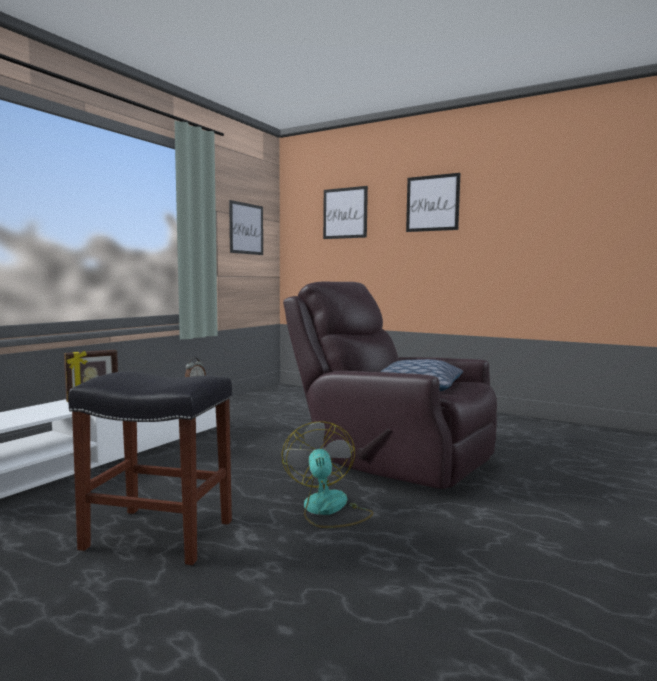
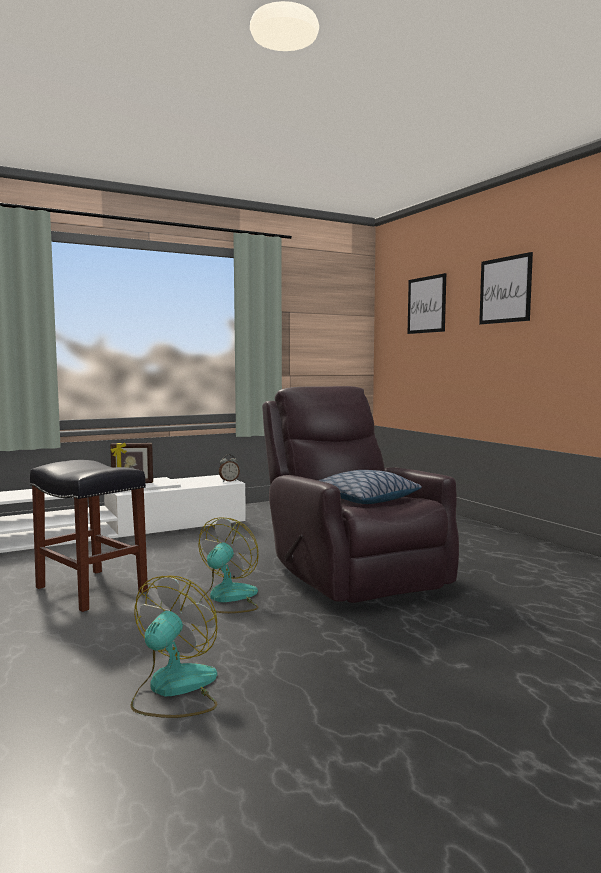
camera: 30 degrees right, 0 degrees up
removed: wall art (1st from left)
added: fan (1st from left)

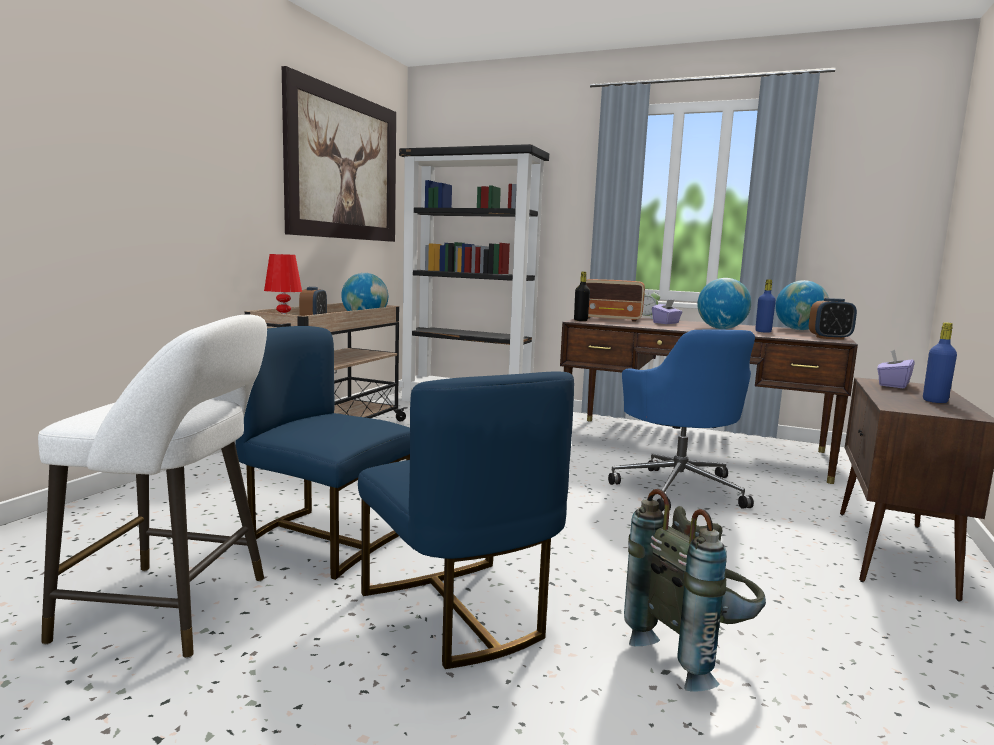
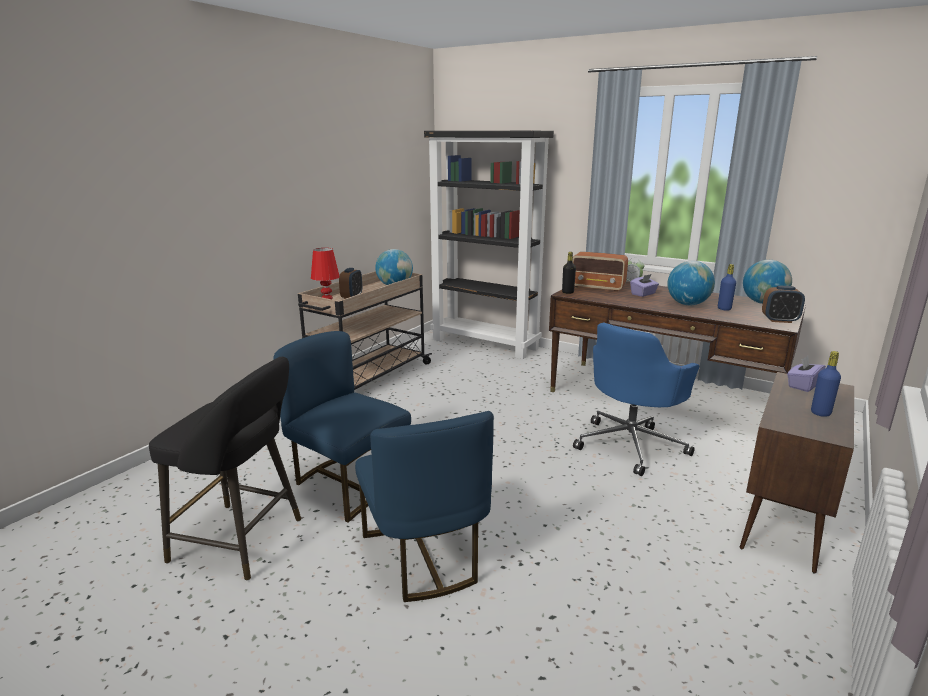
camera: 10 degrees right, 10 degrees up
removed: wall art; grey rucksack
recoloured: white-coloured stool to black stool
turned: blue office chair 45 degrees clockwise

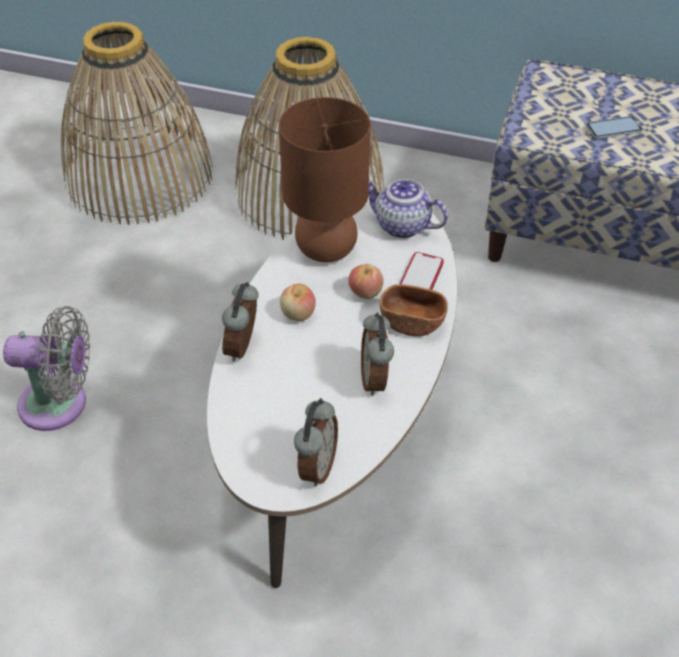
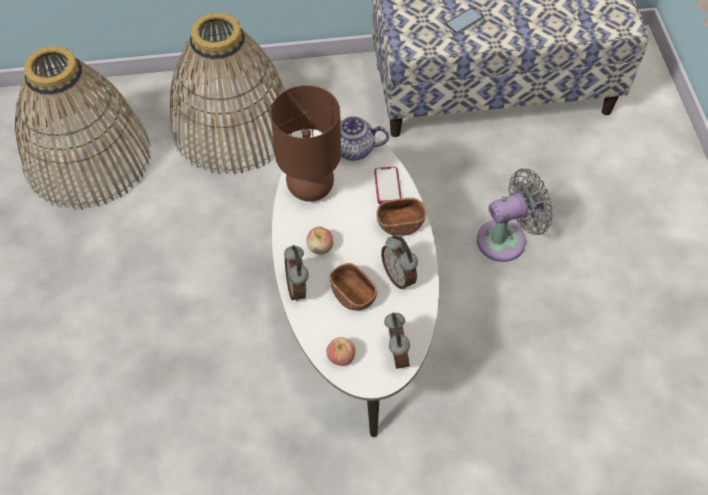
camera: 25 degrees left, 10 degrees up
added: brown-coloured deep dish (1st from left)
moved: grey fan; apple (2nd from left)

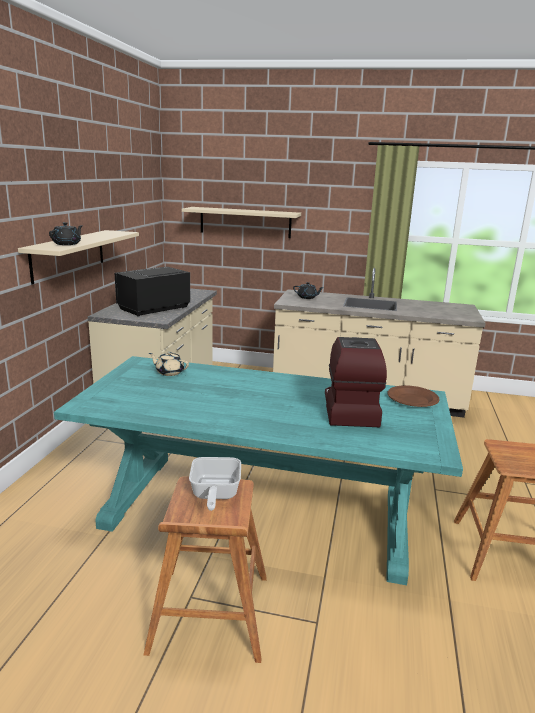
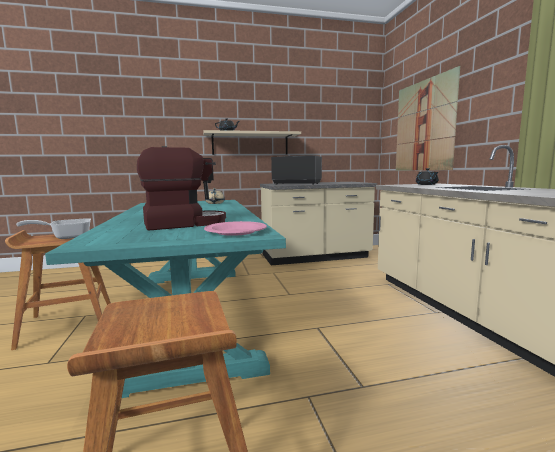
camera: 65 degrees right, 10 degrees down
replaced: sand-coloured wall shelf (2nd from left) to wall art
recoloured: brown-coloured plate to pinkish plate

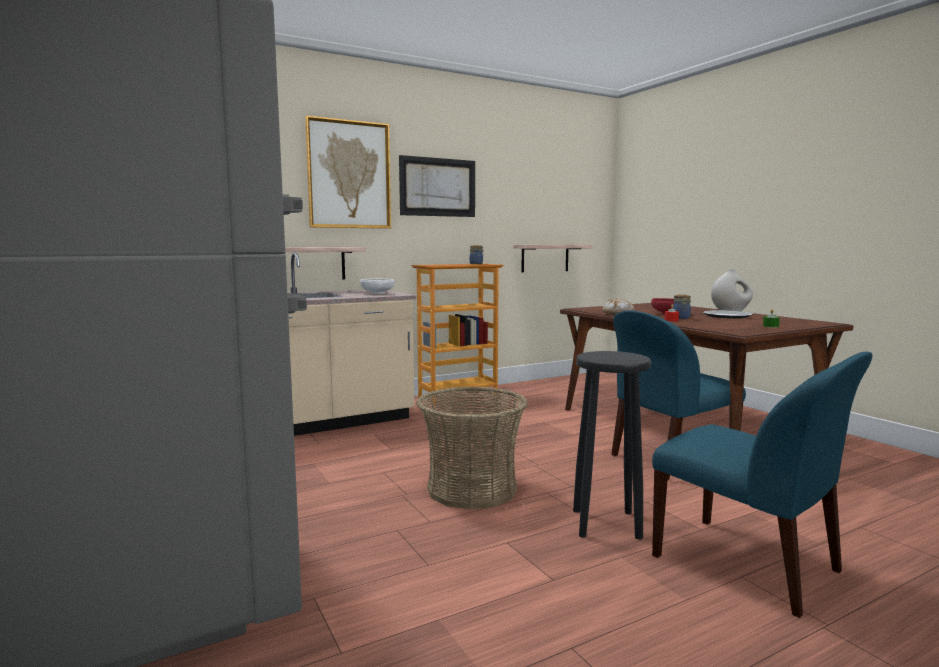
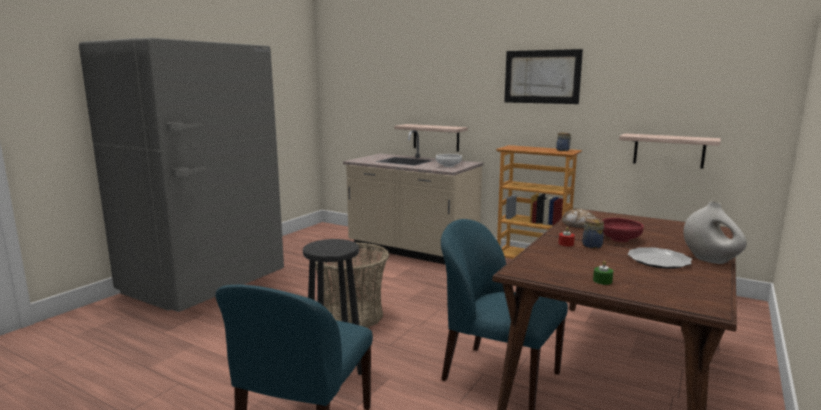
camera: 60 degrees right, 5 degrees up
removed: wall art (1st from left)

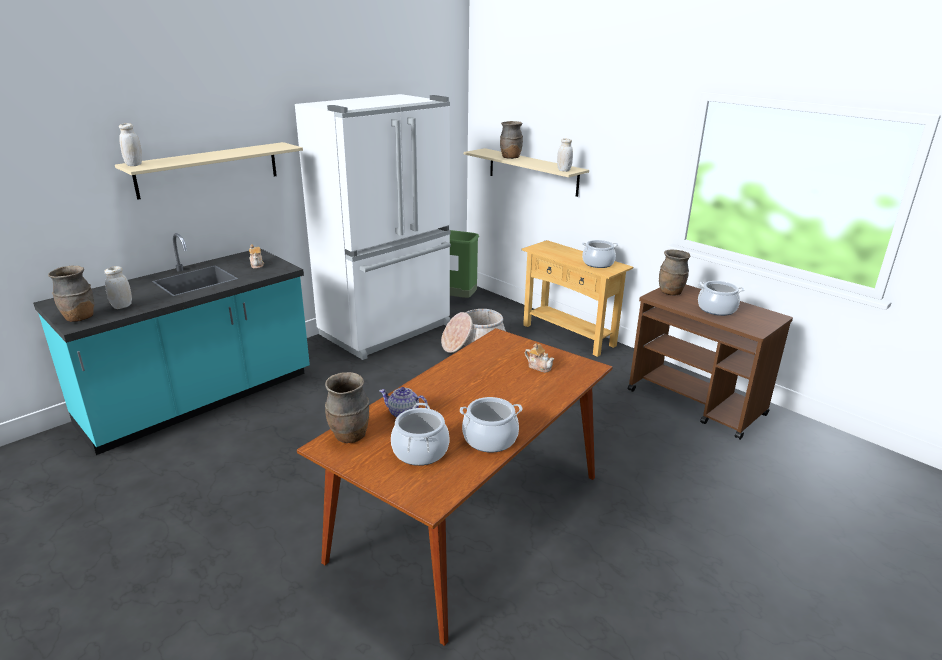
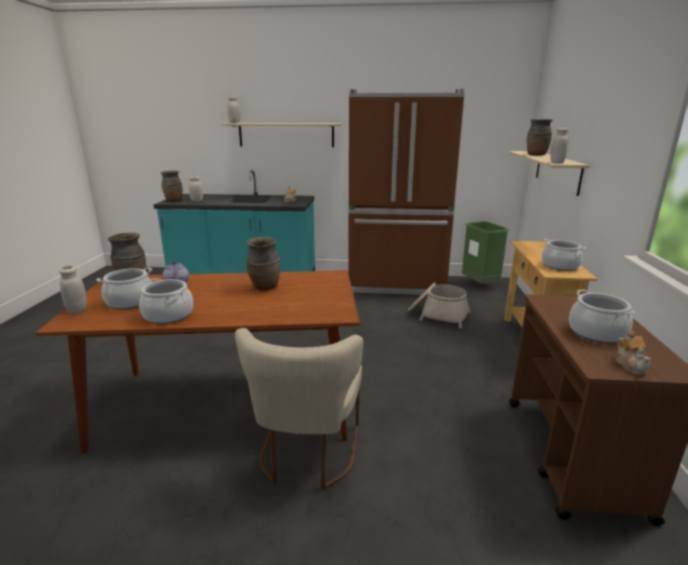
camera: 50 degrees right, 5 degrees down
added: white-coloured preserve jar (1st from left); sand-coloured upright chair
moved: tea pot (3rd from left); brown-coloured decorative vase (4th from left in the first image) to brown-coloured decorative vase (3rd from left)
recoloured: white-coloured kitchen fridge to brown-coloured kitchen fridge

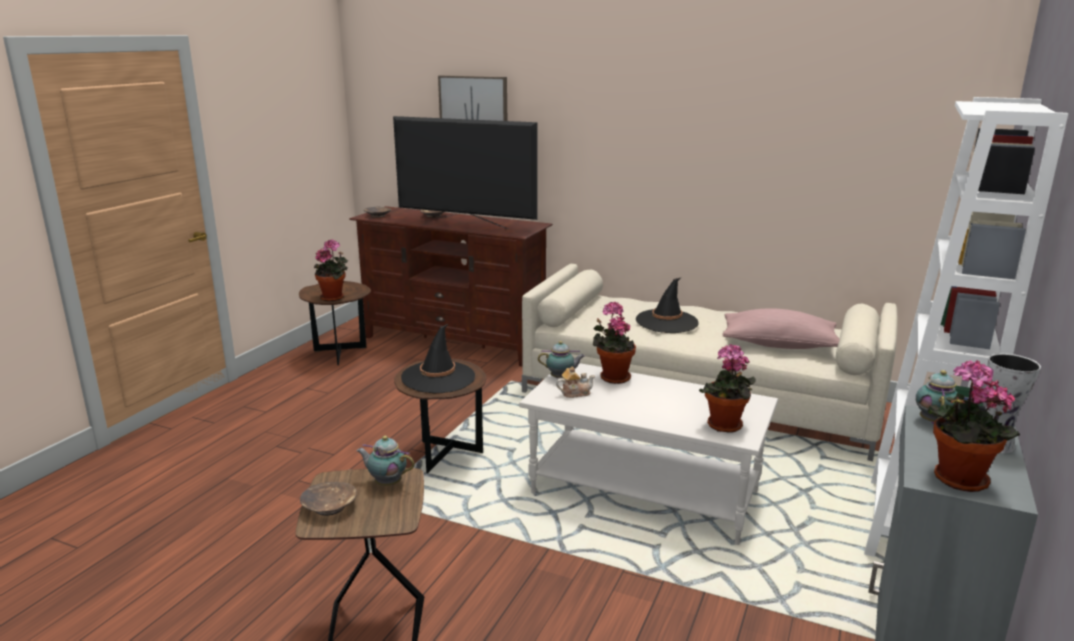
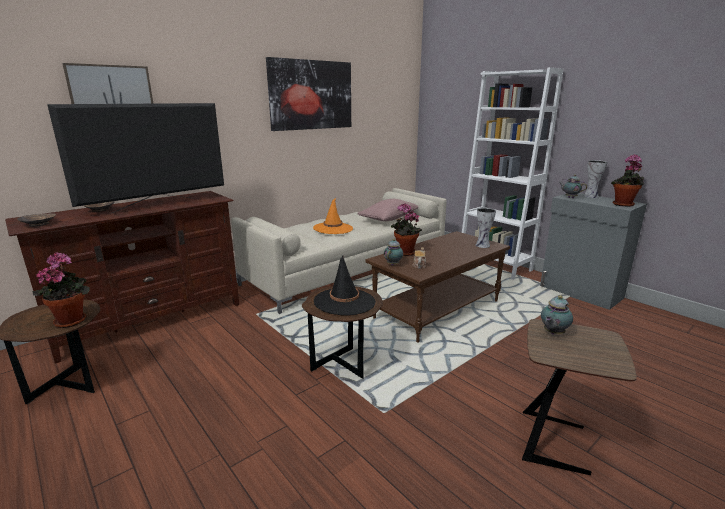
camera: 65 degrees left, 0 degrees up
removed: brown-coloured deep dish (1st from left)
added: wall art (2nd from left)
replaced: houseplant (3rd from left) to decorative vase (1st from left)
recoloured: white-coloured lounge table to brown-coloured lounge table; black clothing hat (2nd from left) to orangey clothing hat

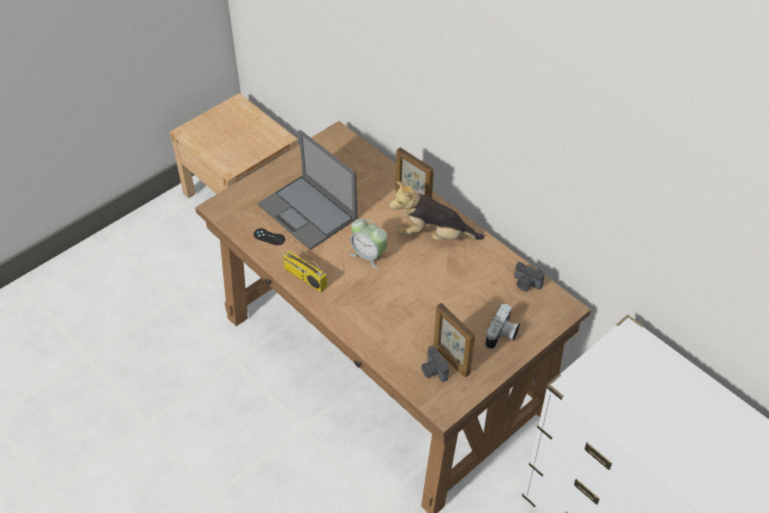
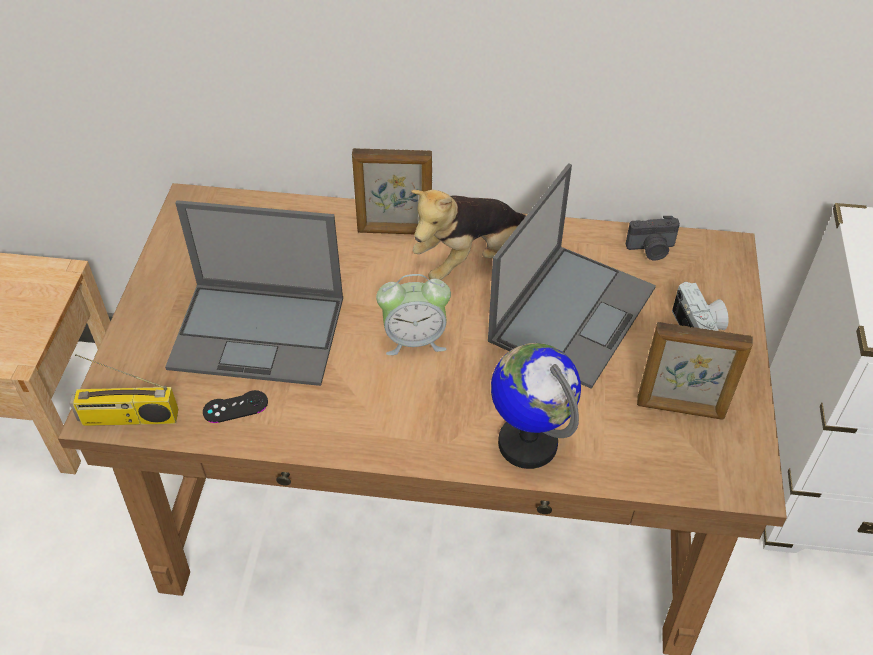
camera: 40 degrees left, 0 degrees up
removed: photo camera (1st from left)
added: laptop (2nd from left); desk globe
moved: radio receiver

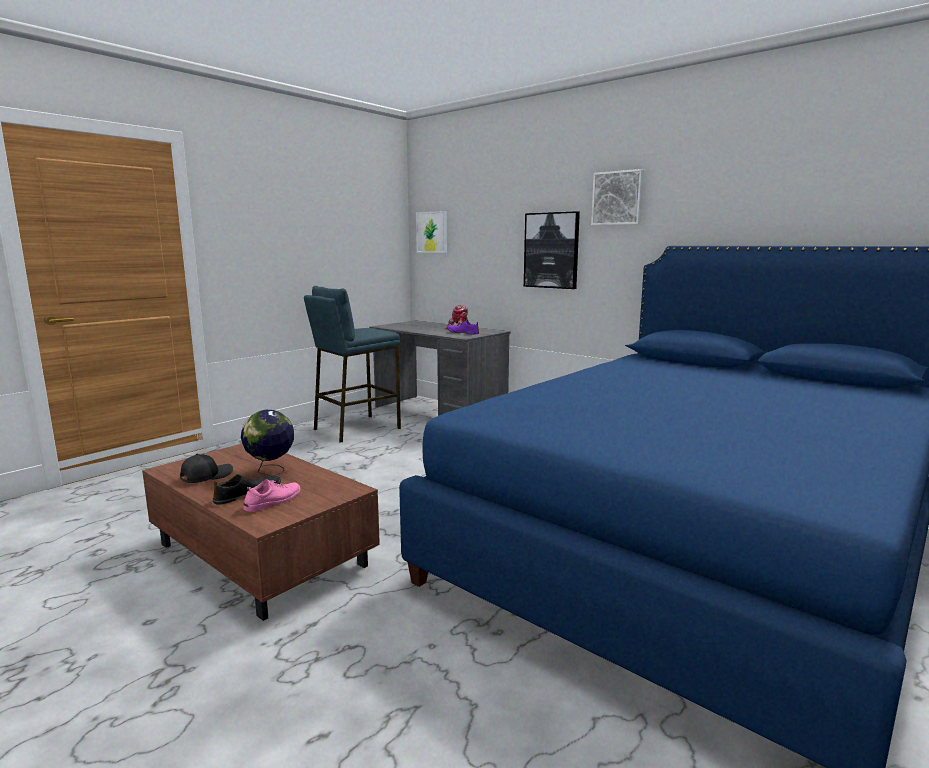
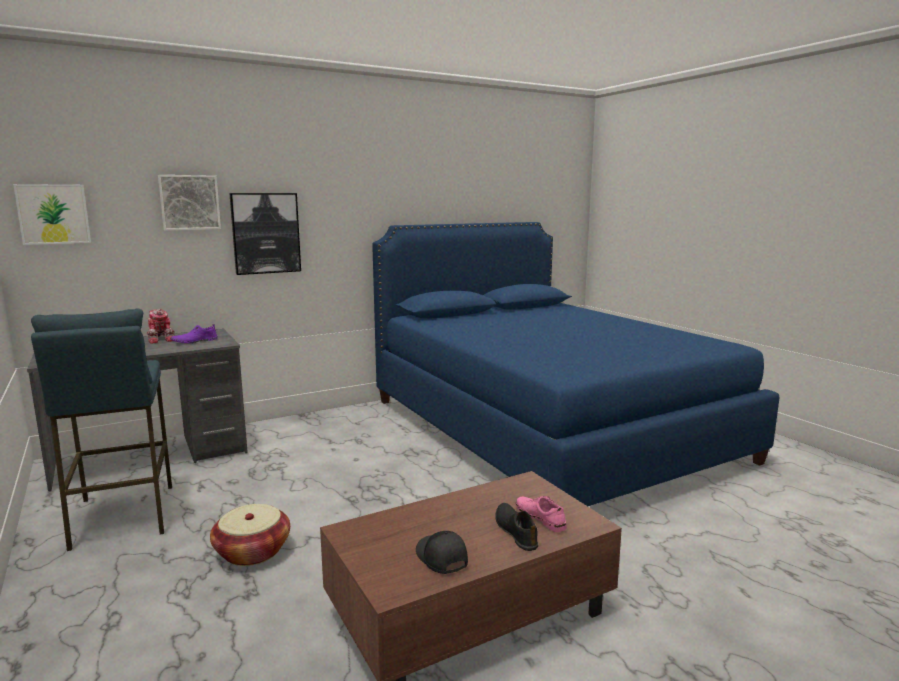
camera: 70 degrees left, 0 degrees up
removed: desk globe
added: storage basket
moved: wall art (3rd from left in the first image) to wall art (2nd from left)

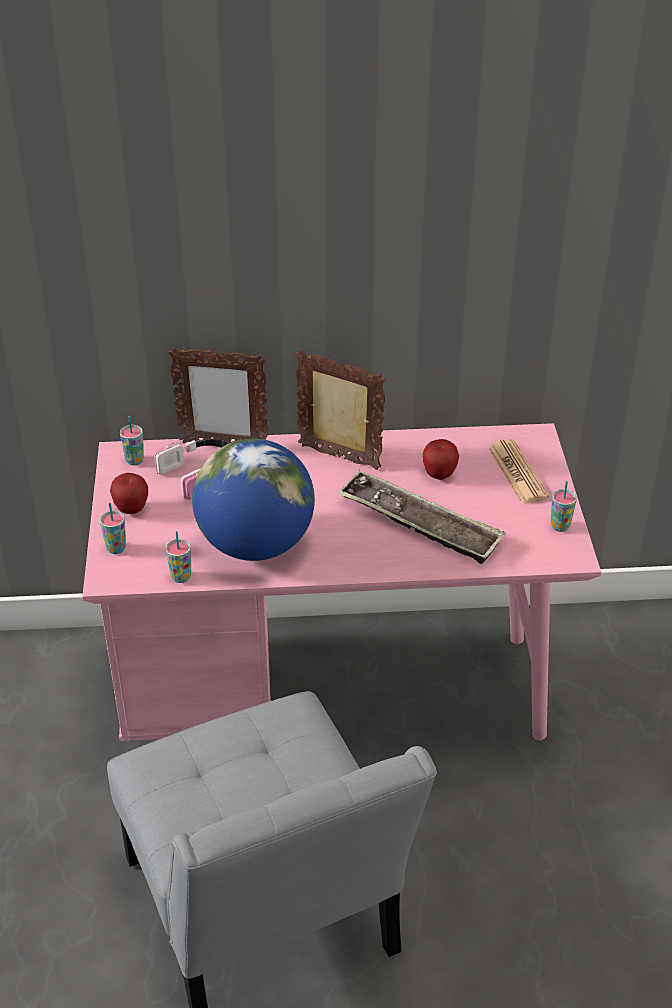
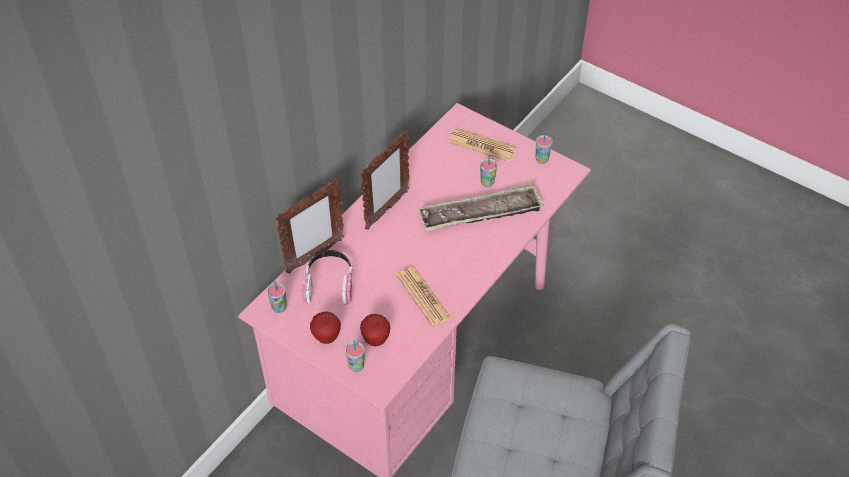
camera: 50 degrees left, 10 degrees up
moved: small cup (3rd from left); apple (2nd from left)
replaced: desk globe to printed paper (1st from left)
turned: standing frame (2nd from left) 150 degrees clockwise

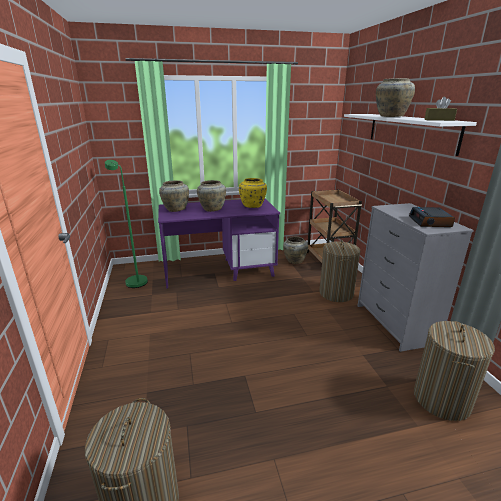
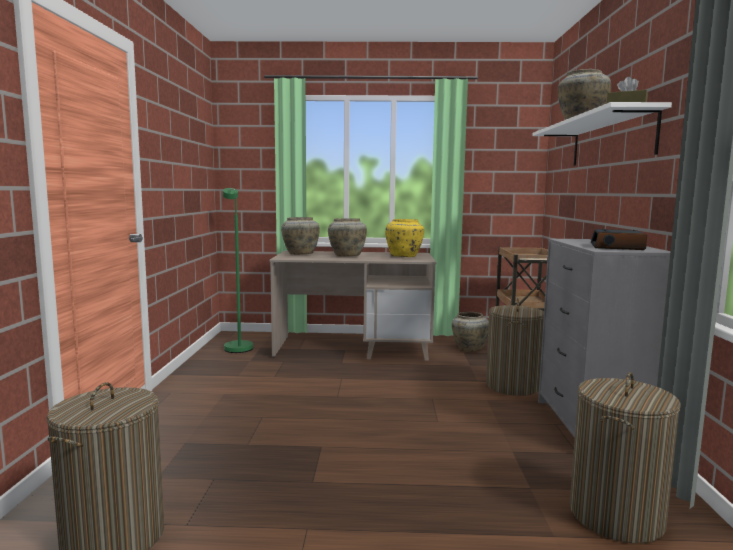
camera: 15 degrees right, 15 degrees down
recoloured: purplish desk table to sand-coloured desk table

